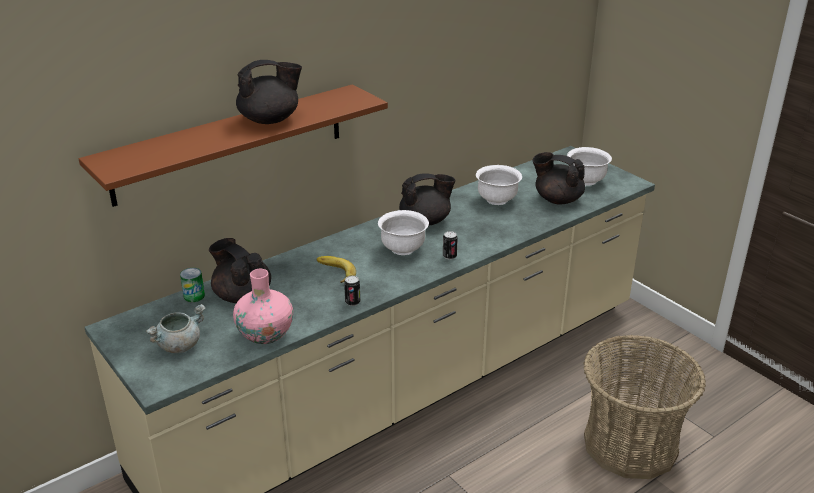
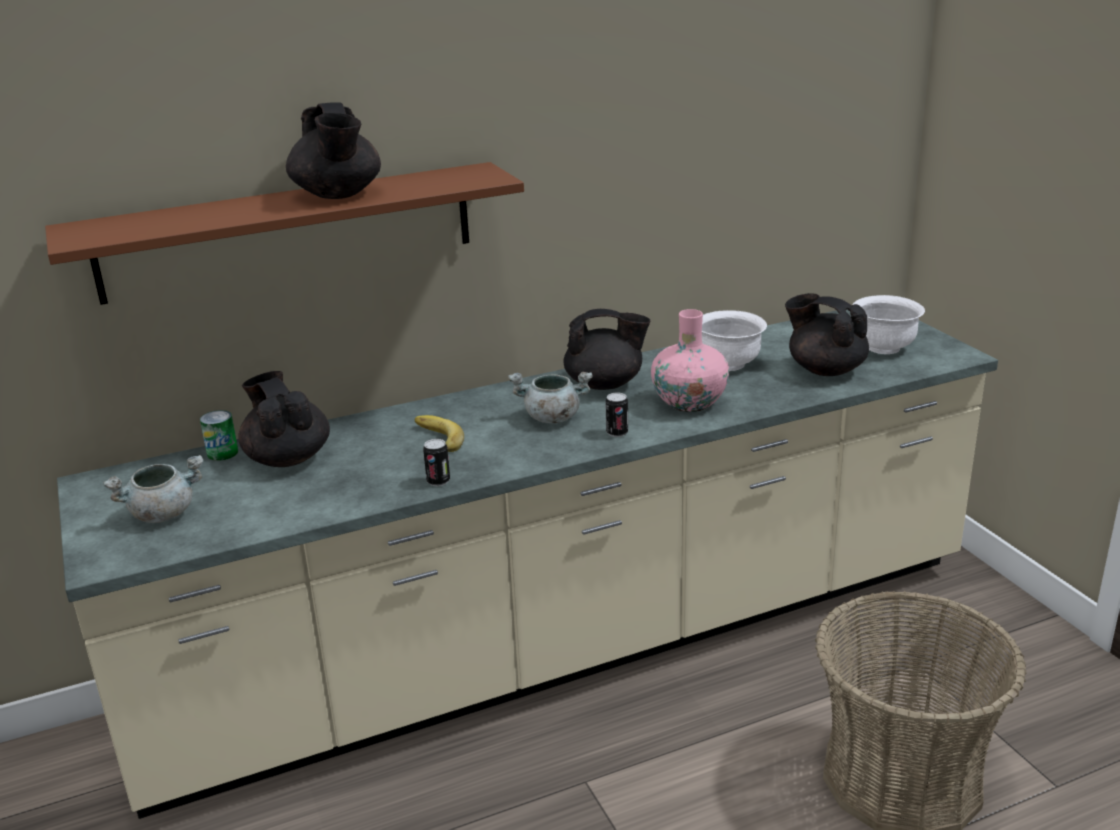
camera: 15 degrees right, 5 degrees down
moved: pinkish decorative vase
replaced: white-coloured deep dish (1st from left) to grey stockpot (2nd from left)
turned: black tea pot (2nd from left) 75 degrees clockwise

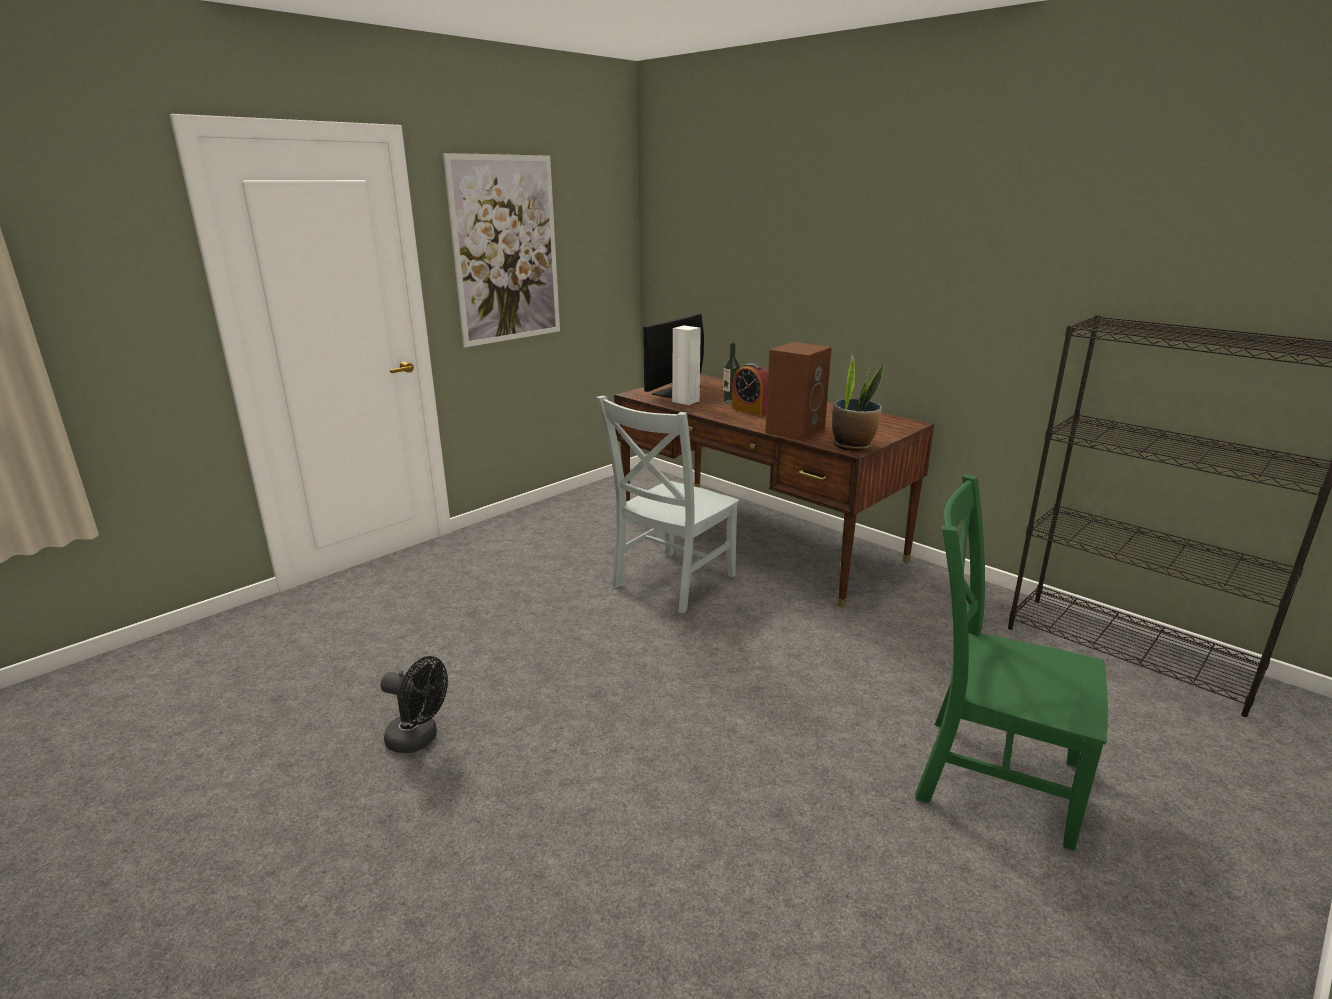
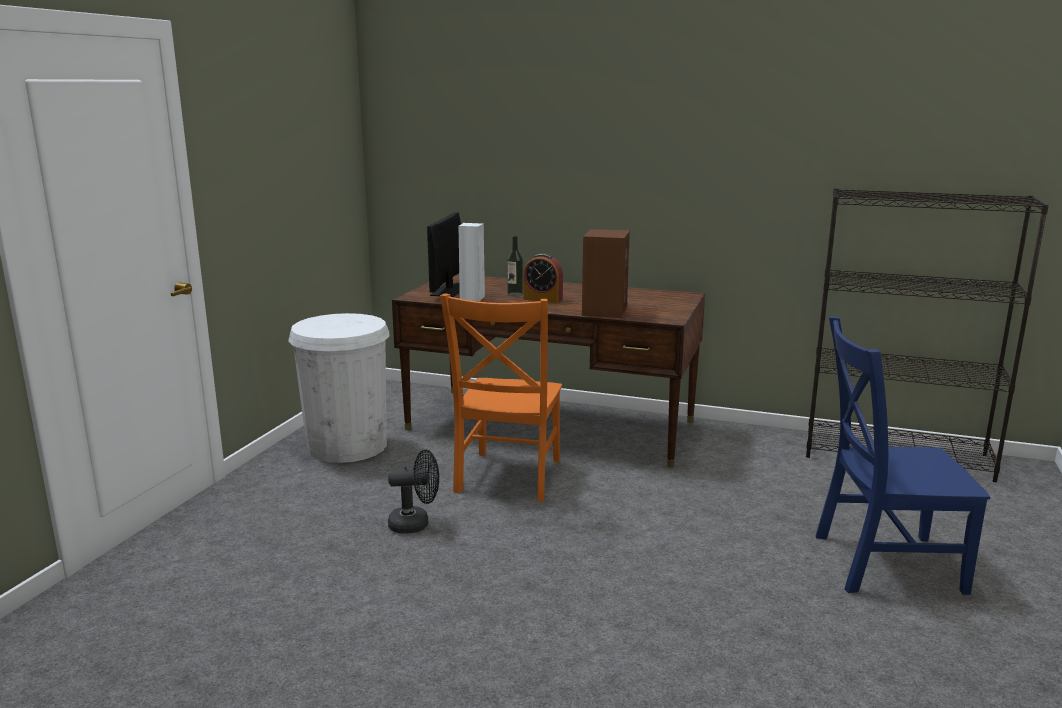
camera: 25 degrees left, 5 degrees down
removed: wall art; houseplant
added: white-coloured trash can
moved: black fan
recoloured: grey upright chair to orangey upright chair; green upright chair to blue upright chair

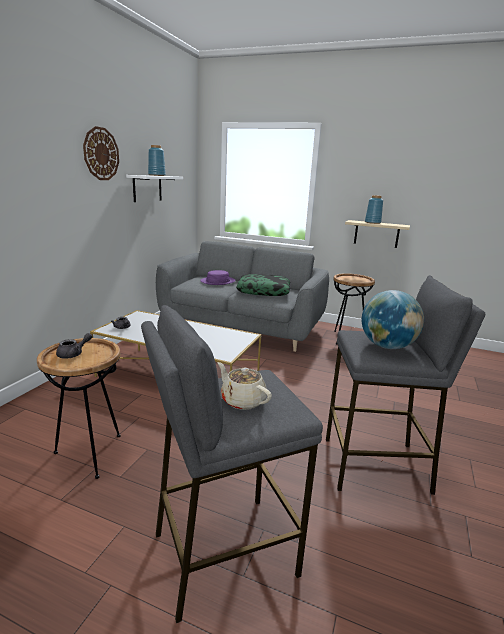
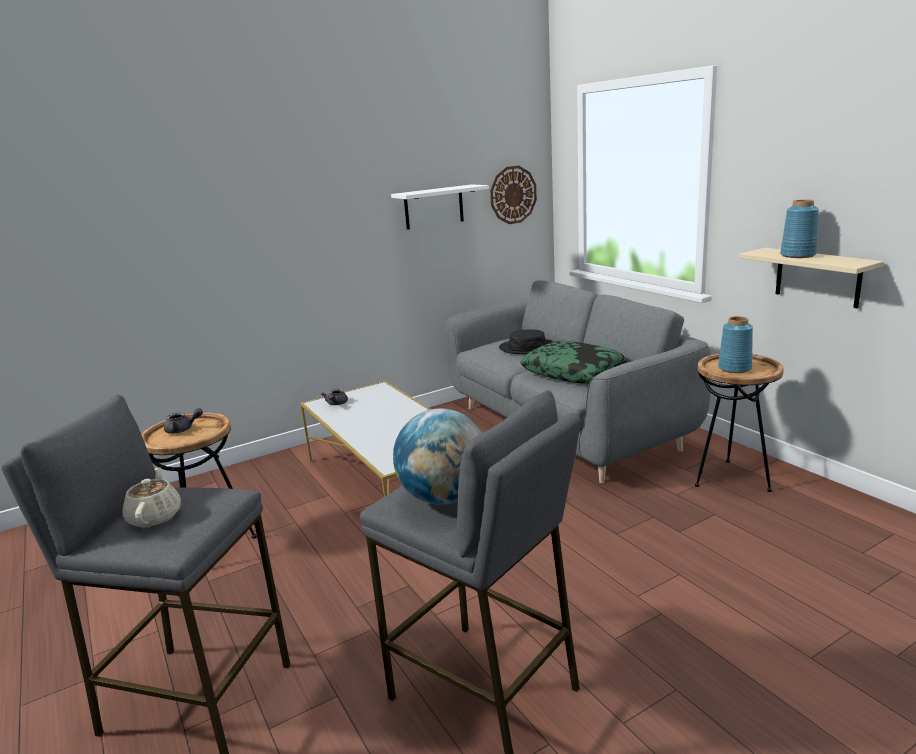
camera: 40 degrees right, 0 degrees up
moved: hanging clock; blue decorative vase (1st from left)
recoloured: purplish clothing hat to black clothing hat

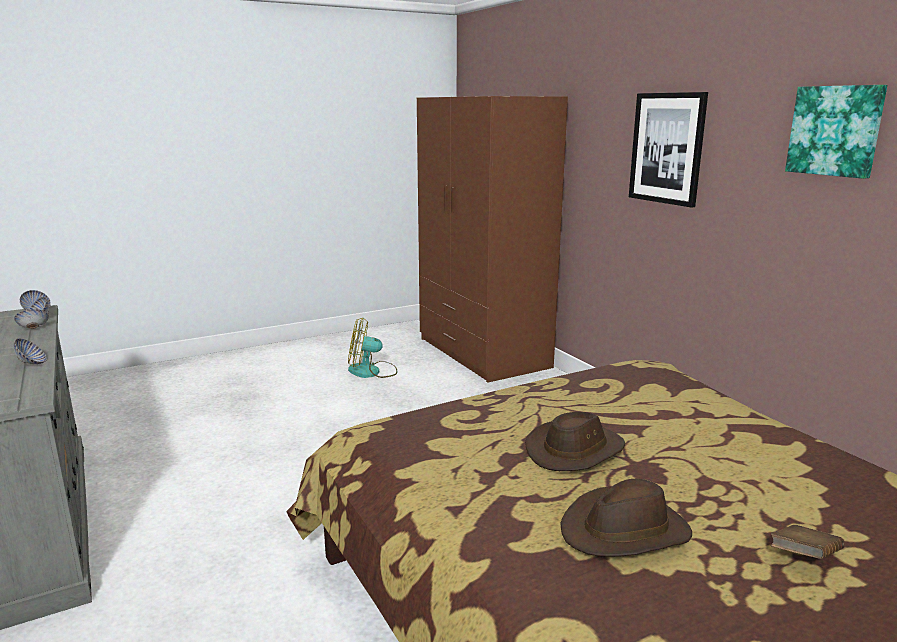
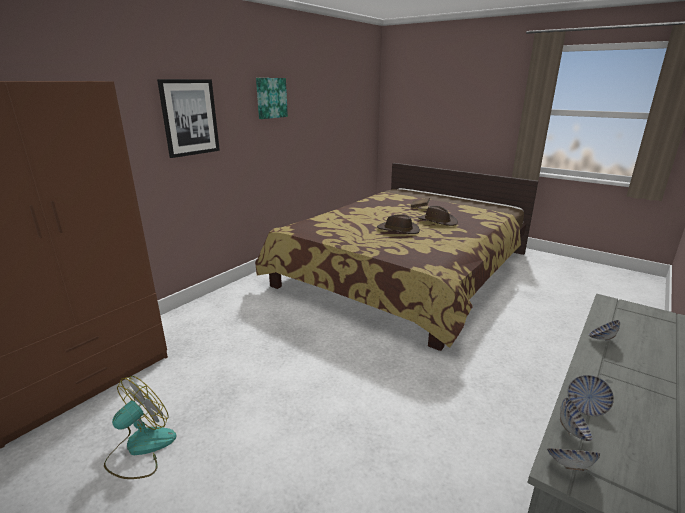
camera: 115 degrees left, 5 degrees up
turned: fan 120 degrees counterclockwise

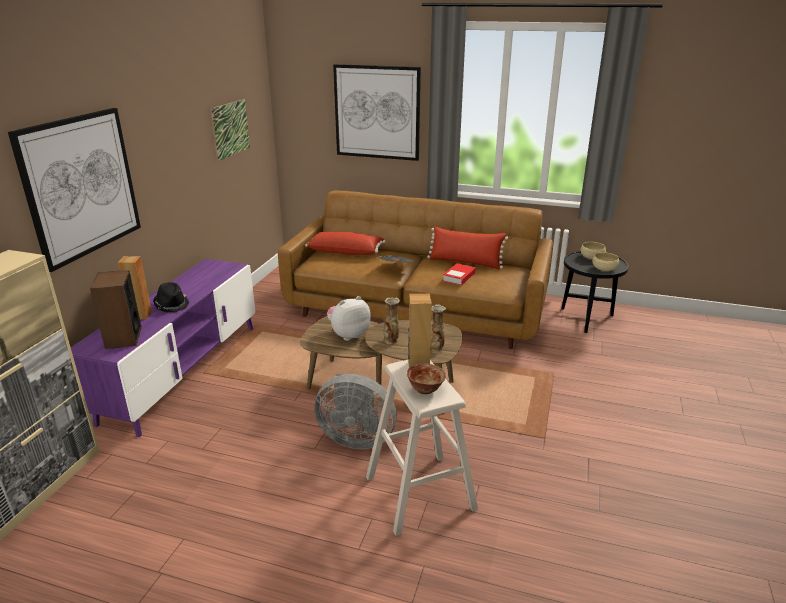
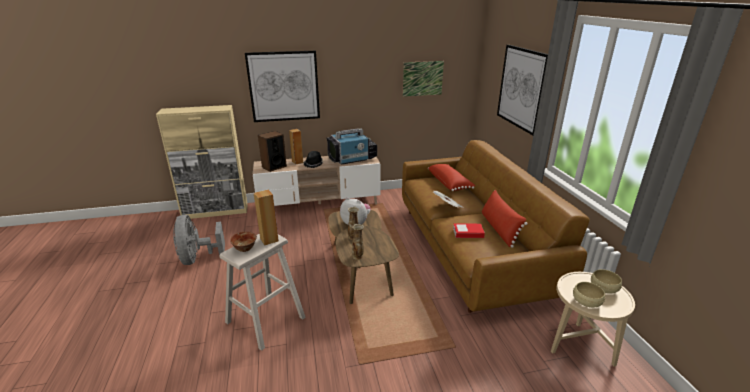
camera: 60 degrees right, 0 degrees up
added: TV set
moved: grey fan
recoloured: purplish tv unit to sand-coloured tv unit; black end table to sand-coloured end table

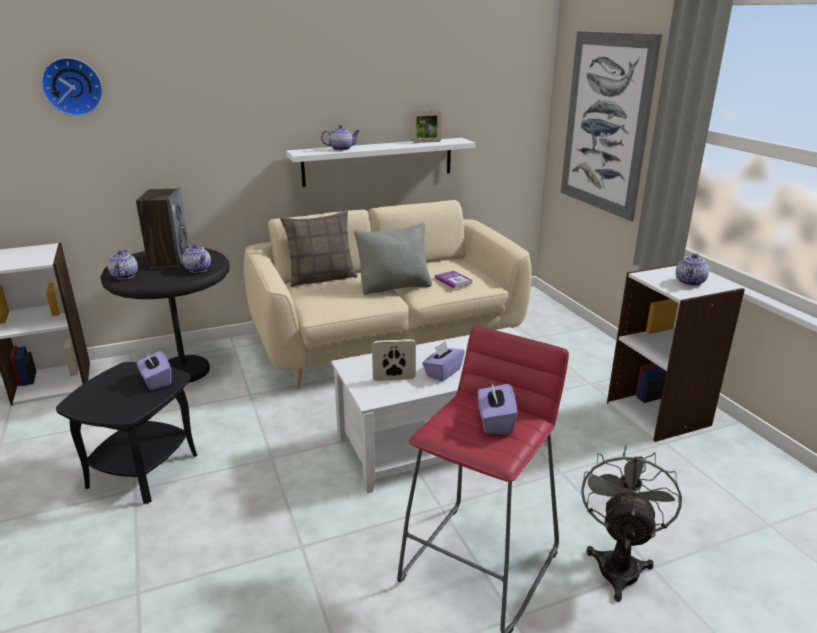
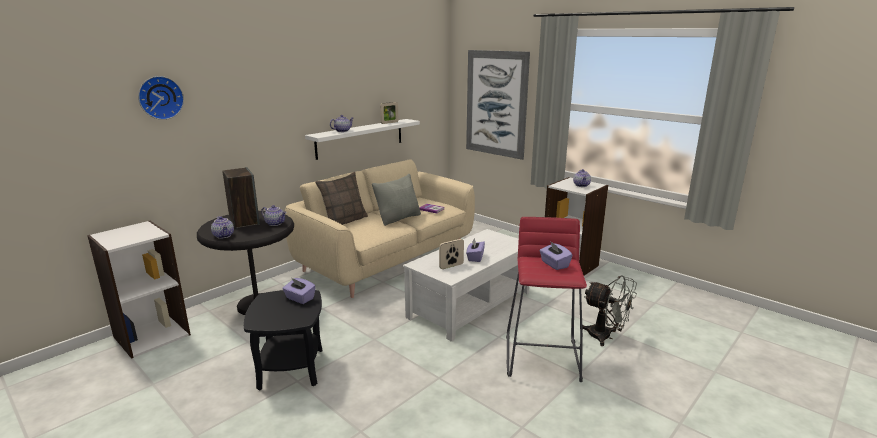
camera: 25 degrees left, 5 degrees down
turned: grey fan 135 degrees clockwise

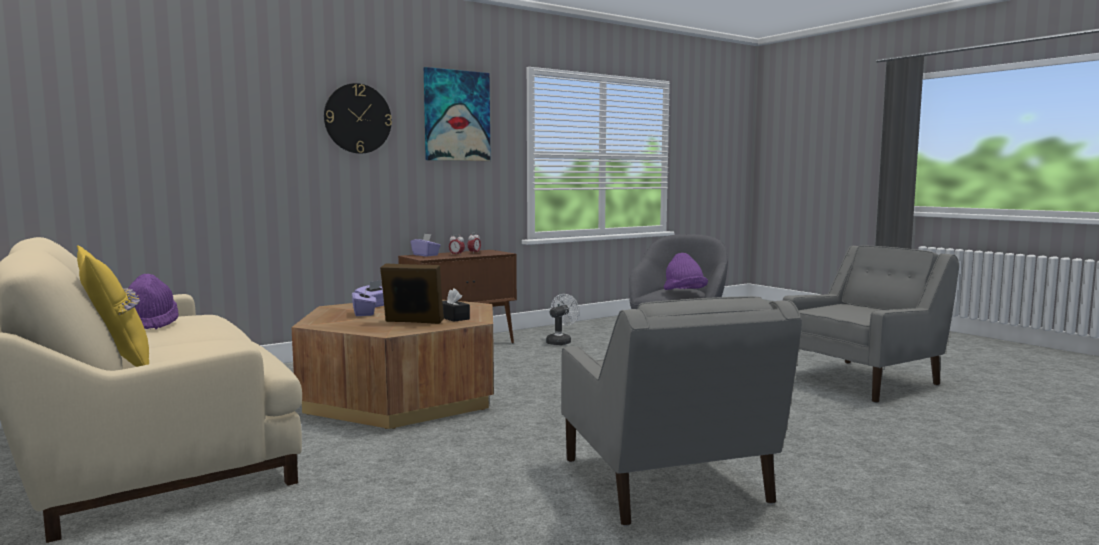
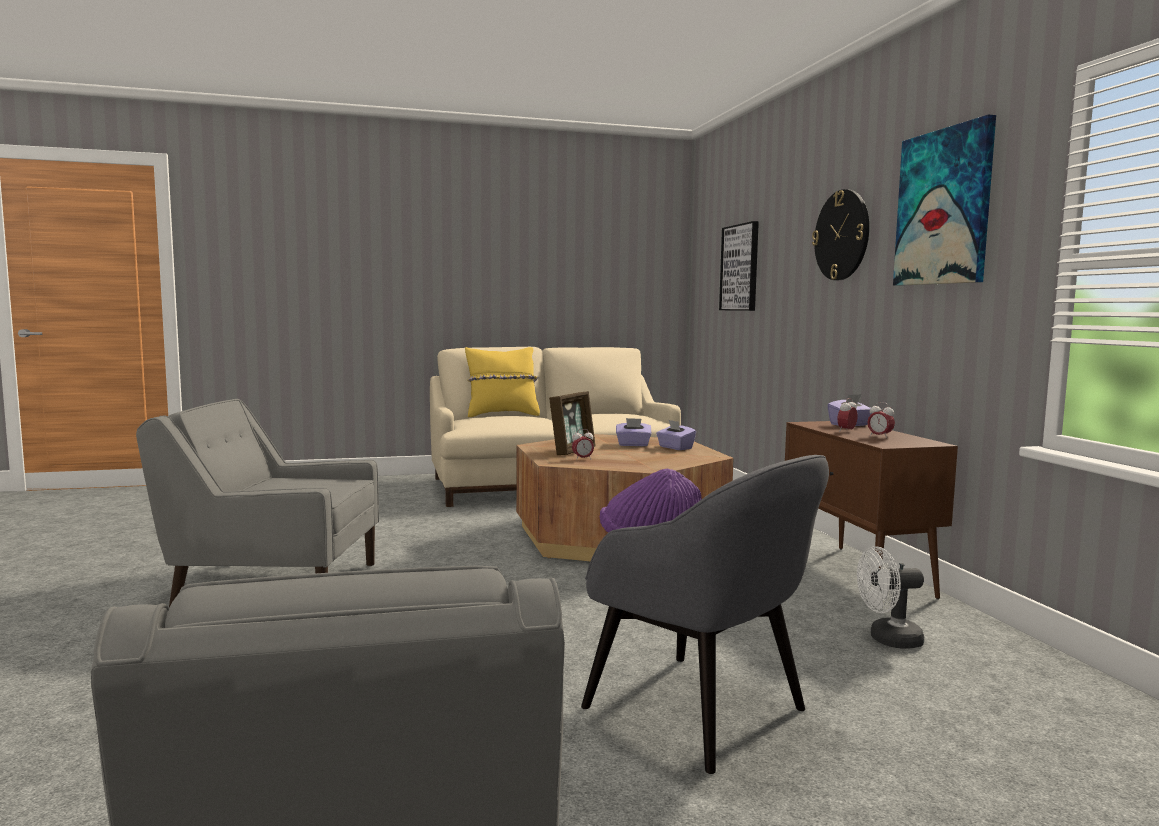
camera: 110 degrees right, 0 degrees up
removed: purplish clothing hat (1st from left)
added: wall art (1st from left)
replaced: black box of tissues to bedside clock (1st from left)
turned: white-coloured fan 120 degrees clockwise

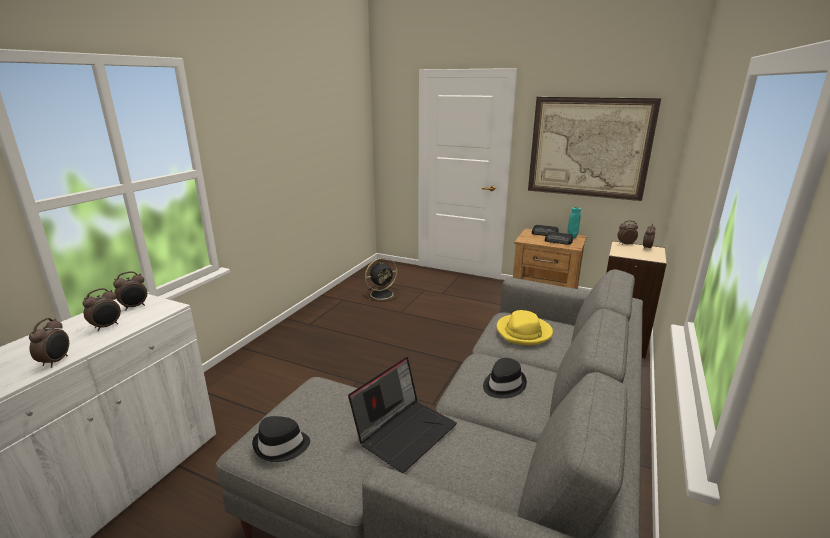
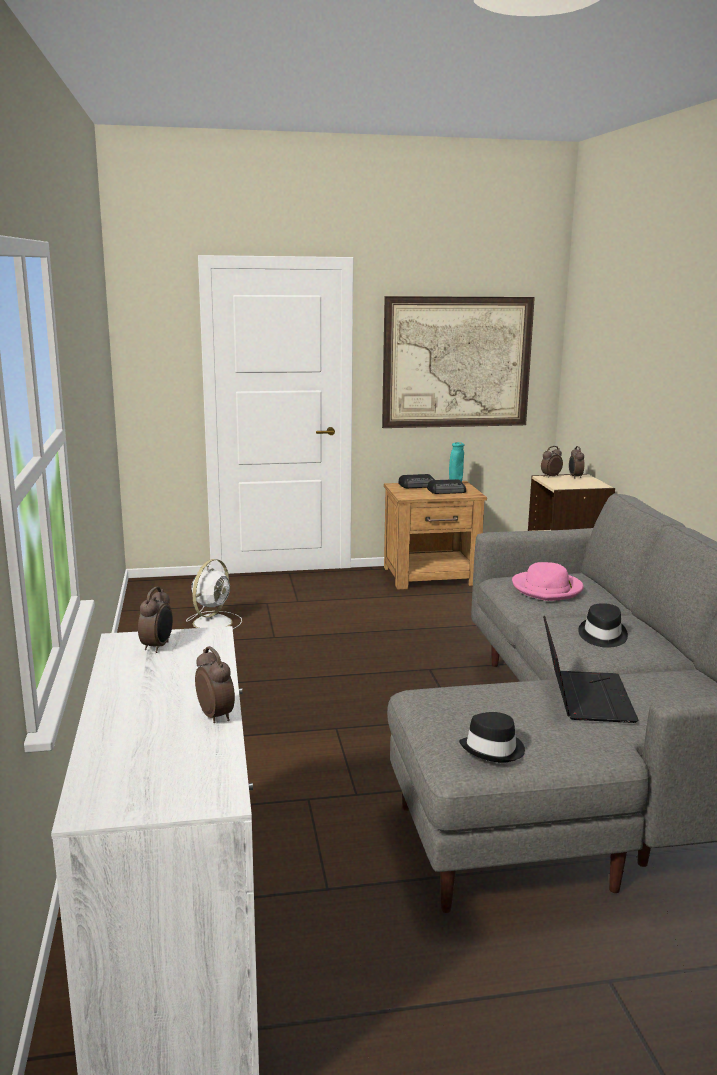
camera: 35 degrees left, 5 degrees down
removed: bedside clock (2nd from left)
recoloured: black fan to white-coloured fan; yellow clothing hat to pinkish clothing hat

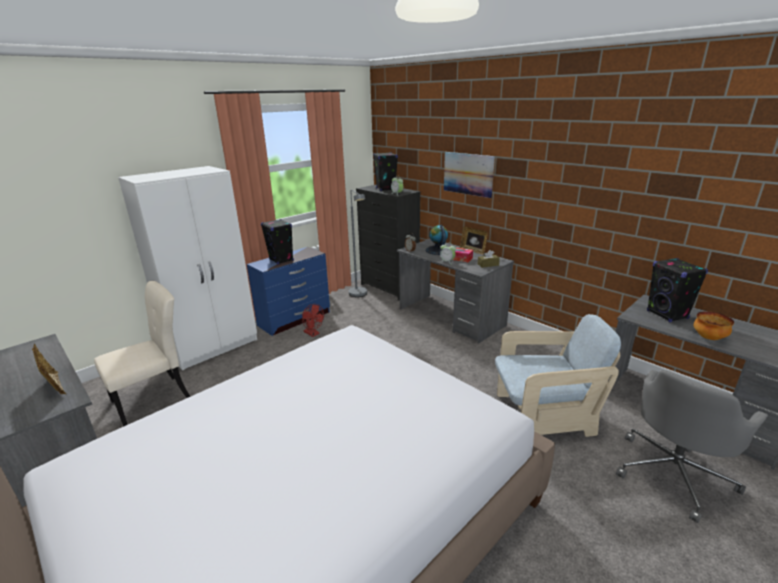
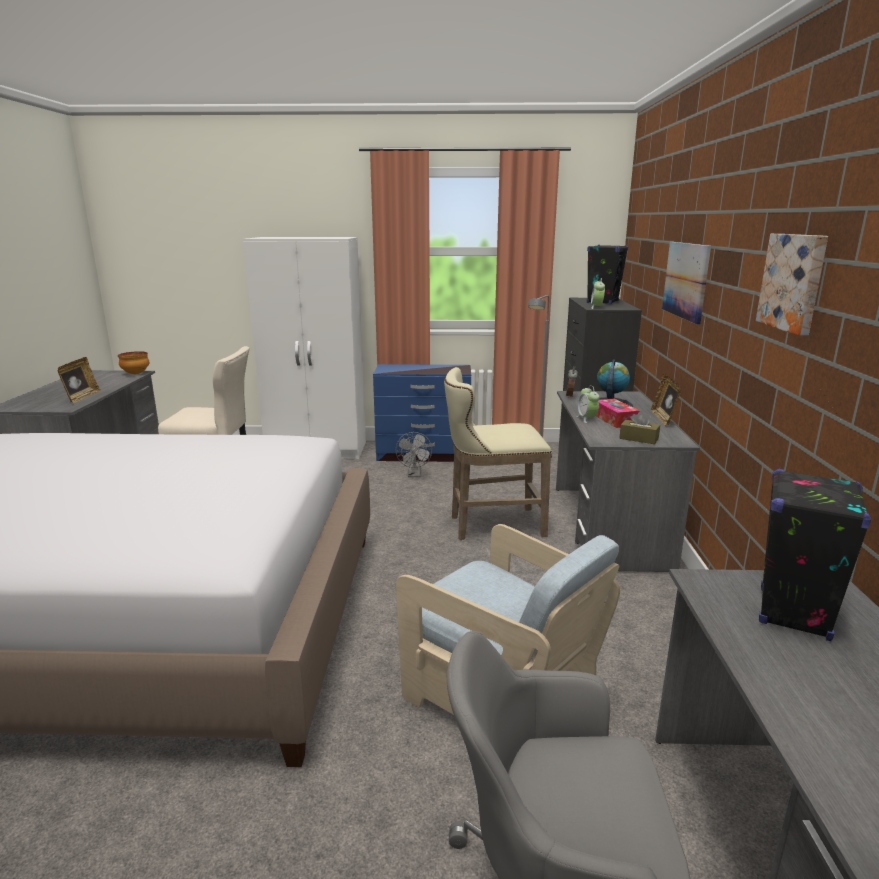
camera: 45 degrees right, 5 degrees down
removed: black audio speaker (1st from left)
added: sand-coloured stool; wall art (2nd from left)
moved: deep dish
recoloured: reddish fan to grey fan

